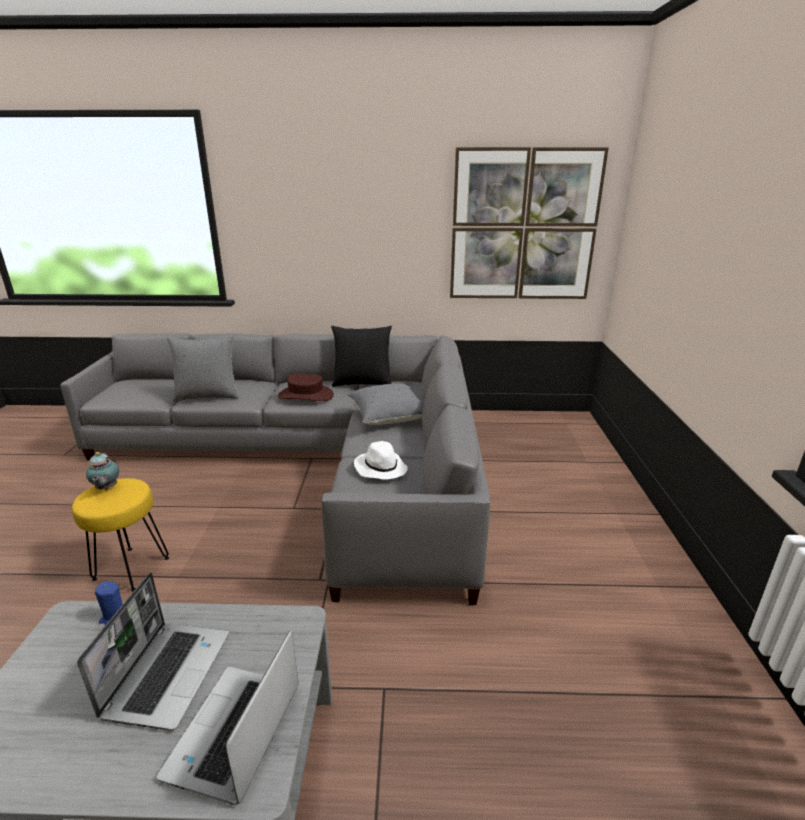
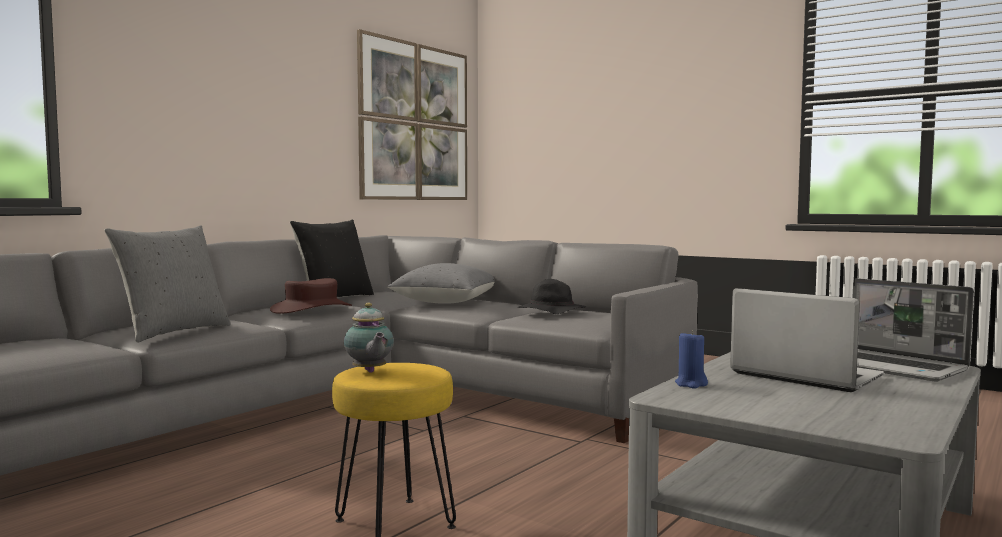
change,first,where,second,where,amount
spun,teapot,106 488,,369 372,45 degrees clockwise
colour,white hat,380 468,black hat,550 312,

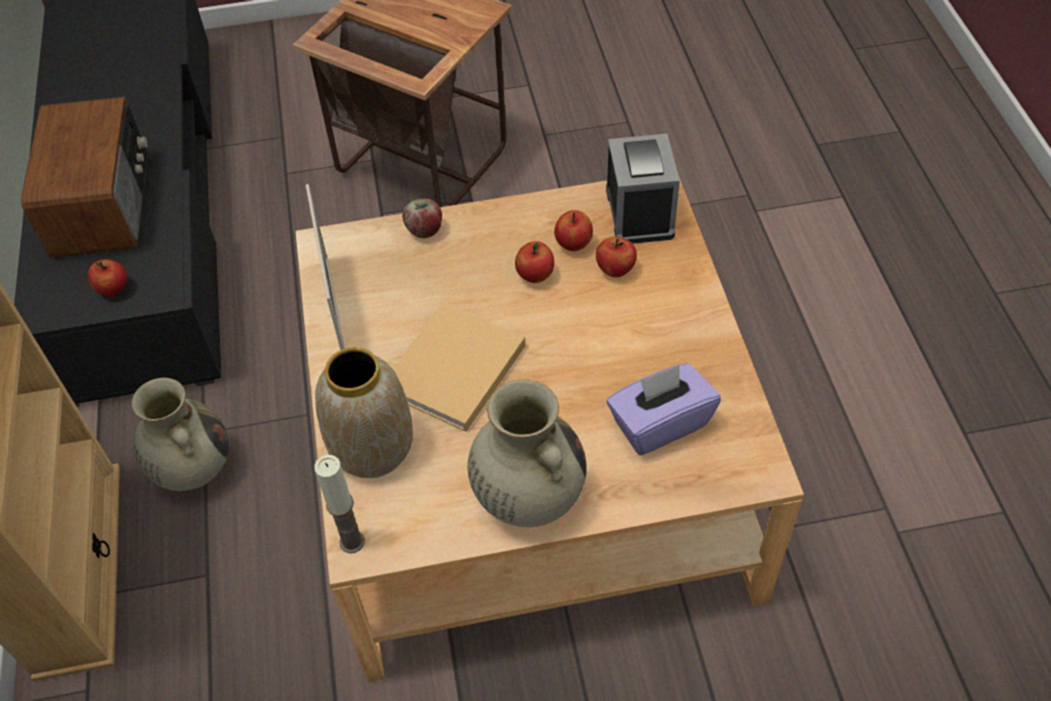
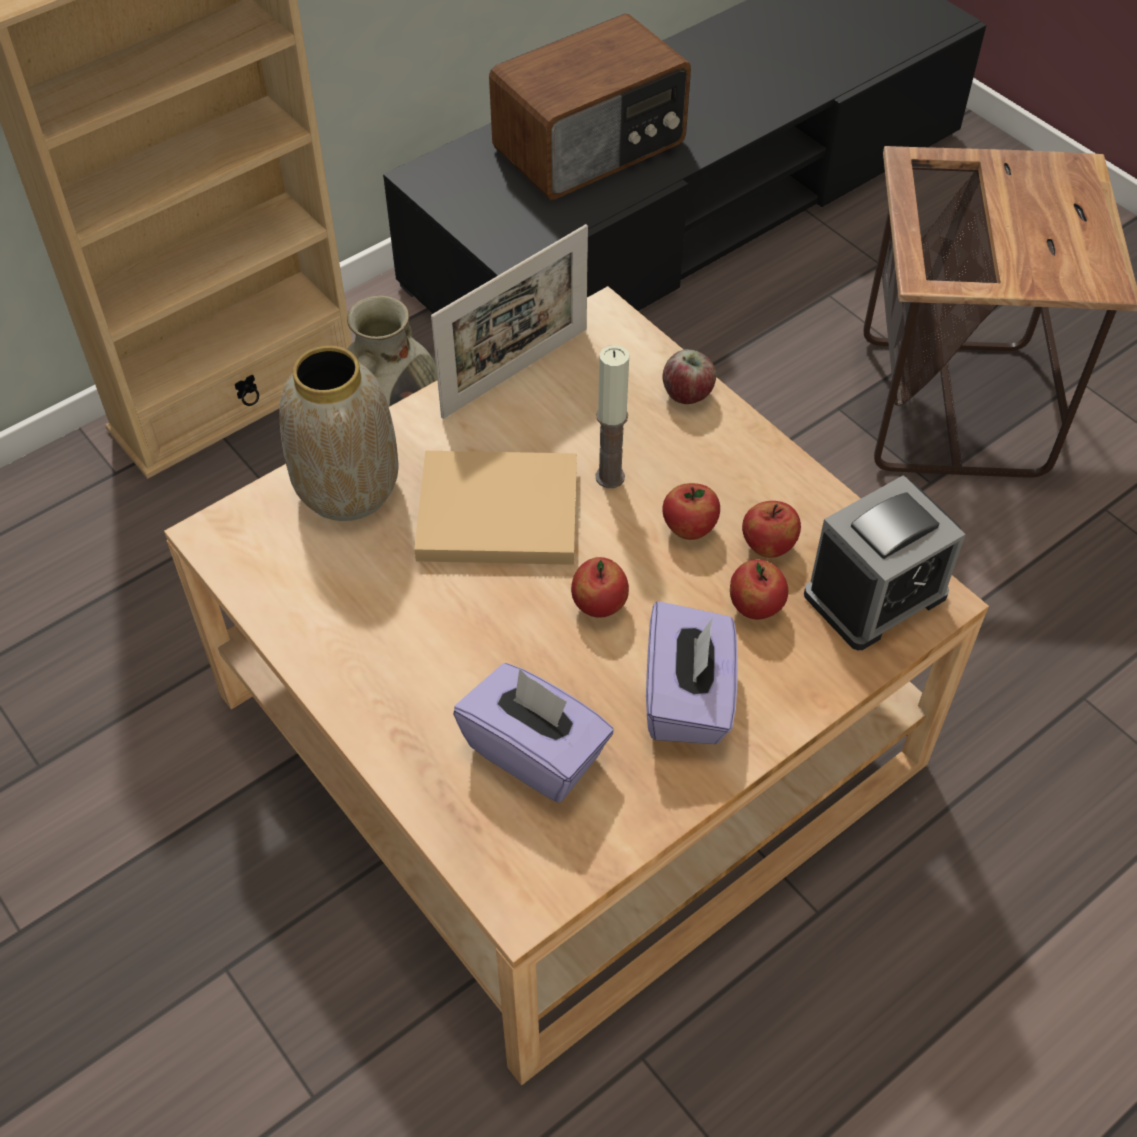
change,first,where,second,where,amount
relocated,apple,113 289,,599 605,
relocated,candle,352 542,,610 477,
appeared,,,purple tissue box,688 698,
missing,beige vase,527 496,,,

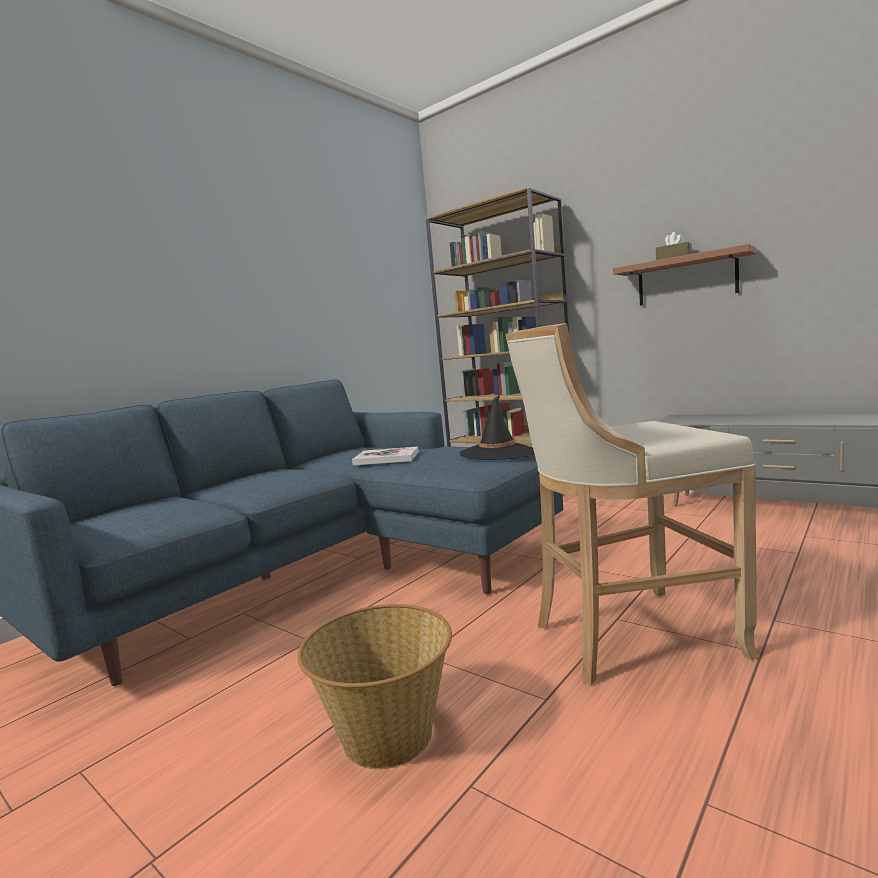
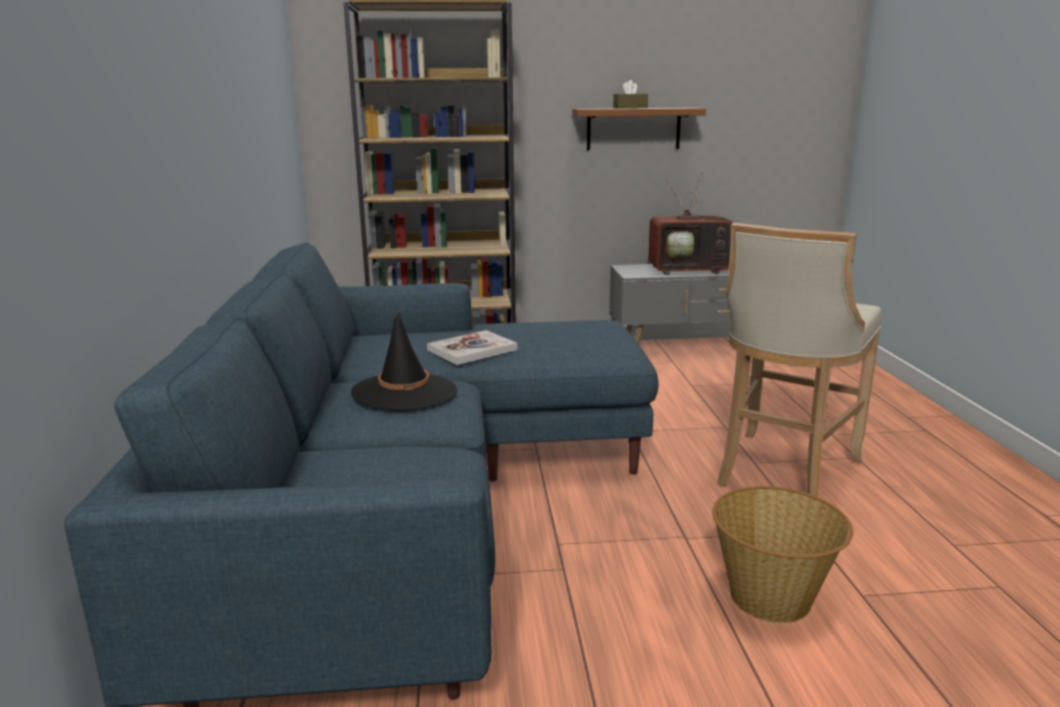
change,first,where,second,where,amount
relocated,black hat,498 453,,404 392,
appeared,,,television,690 270,

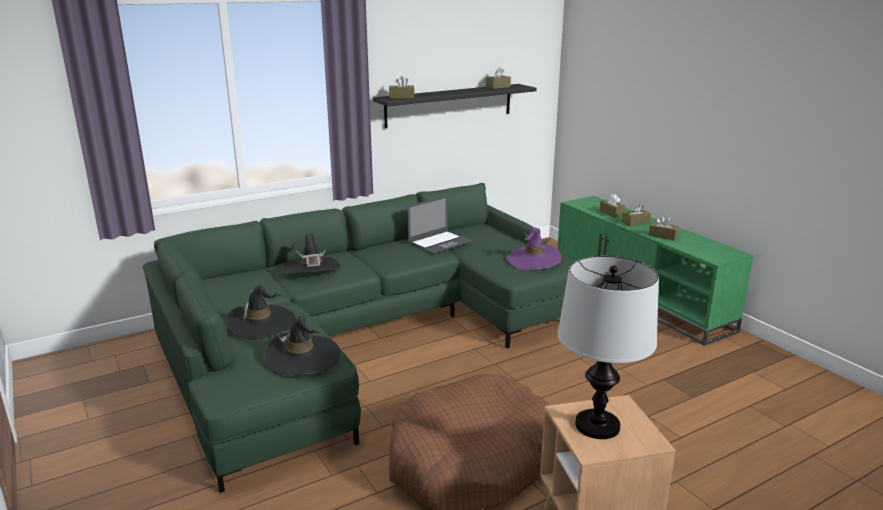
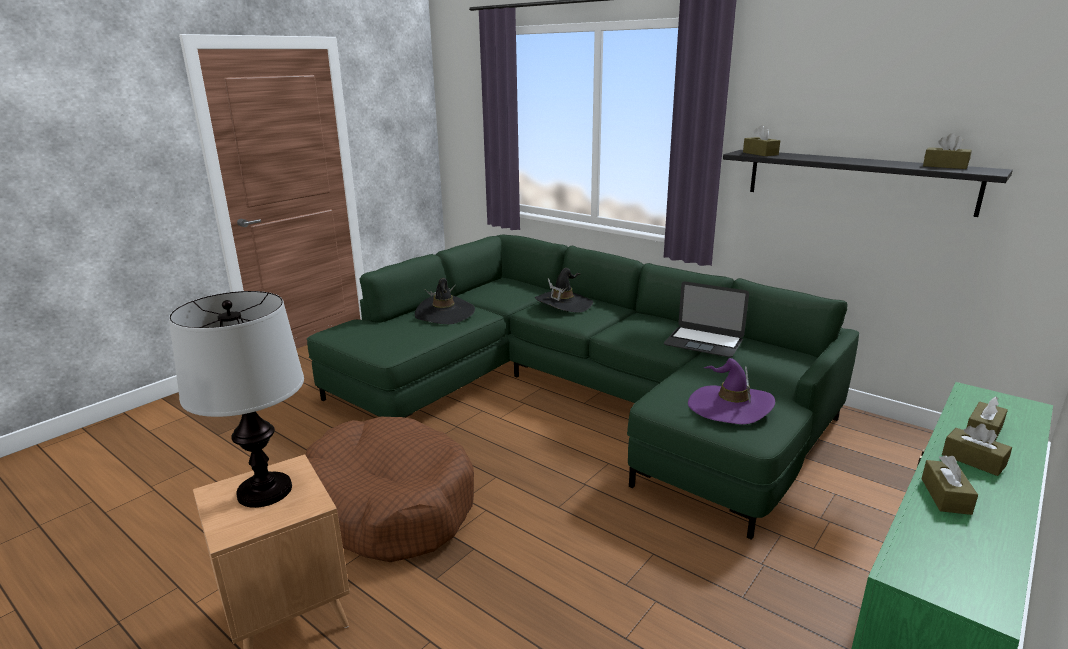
change,first,where,second,where,amount
missing,black hat,303 357,,,

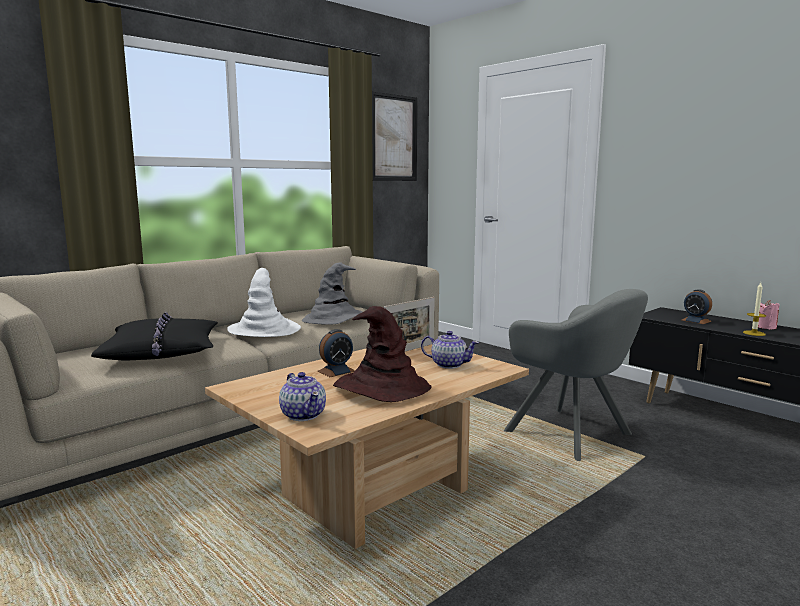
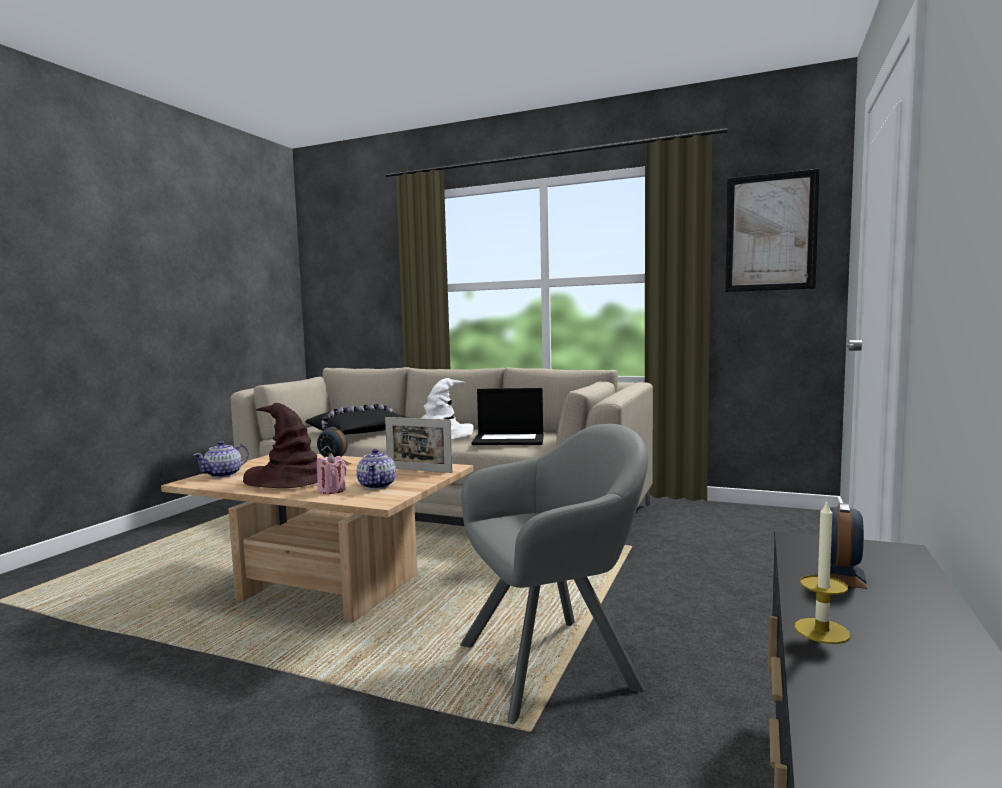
change,first,where,second,where,amount
relocated,pink candle,765 327,,332 490,
spun,grey armchair,573 435,,556 664,135 degrees counterclockwise
exchanged,grey hat,334 318,laptop,509 440,

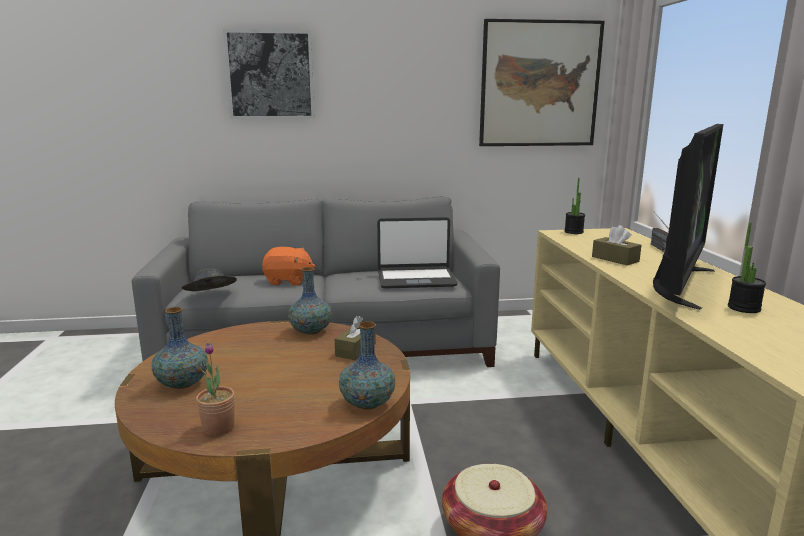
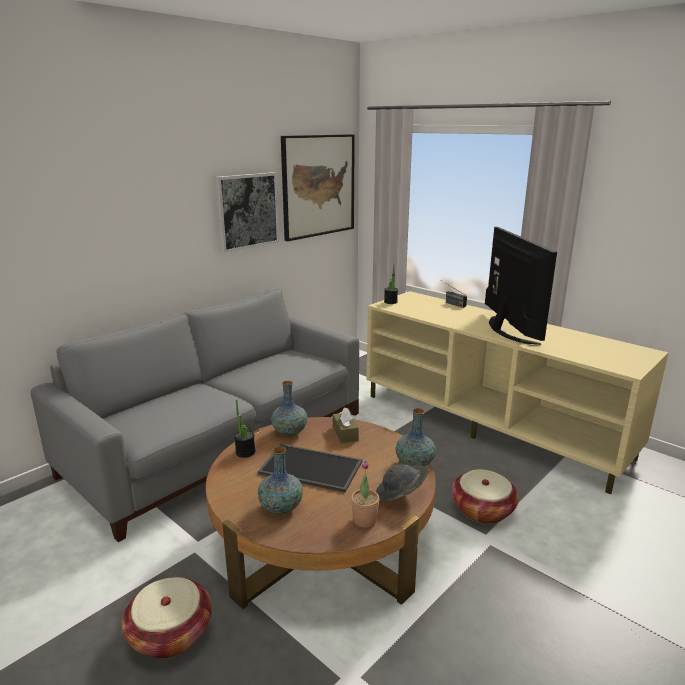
change,first,where,second,where,amount
appeared,,,basket,170 633,
relocated,picture,270 75,,247 211,
relocated,potted plant,744 308,,245 452,
appeared,,,tray,309 468,
relocated,grey hat,210 296,,400 495,
missing,orange plush toy,288 281,,,
missing,laptop,416 279,,,
missing,brown tissue box,615 259,,,

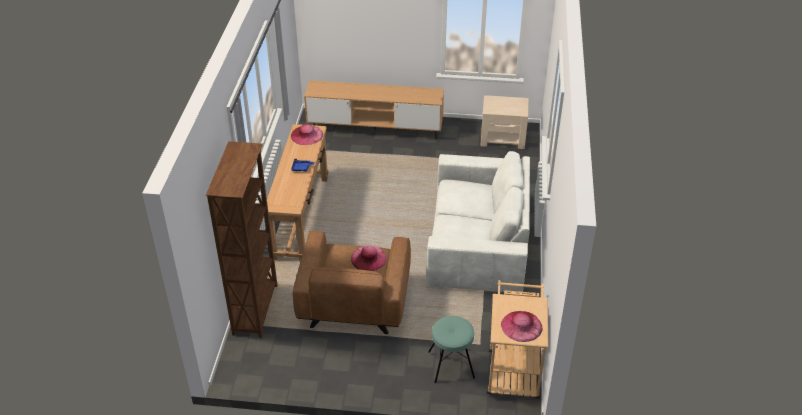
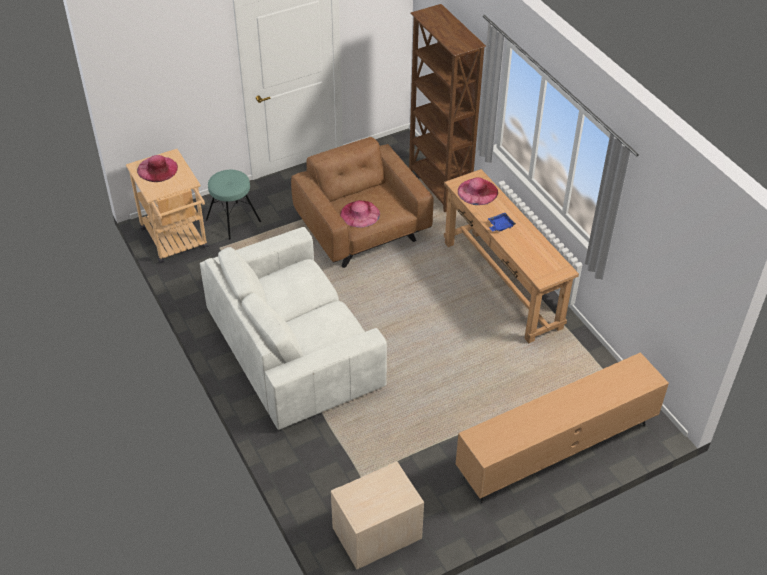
change,first,where,second,where,amount
relocated,pink hat,306 135,,477 191,

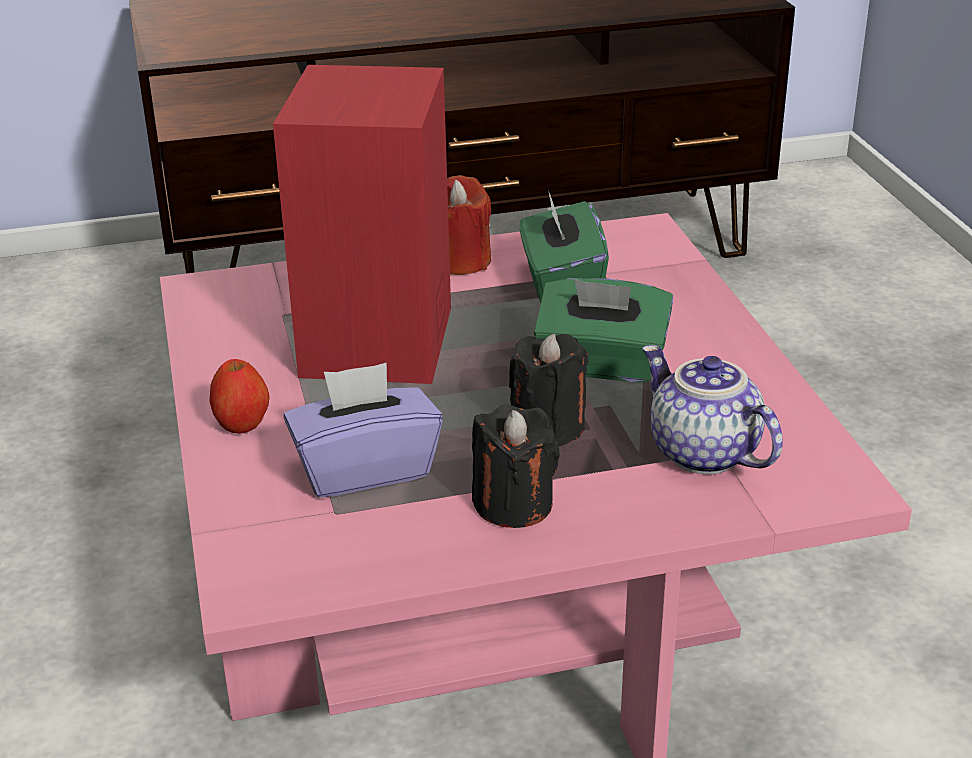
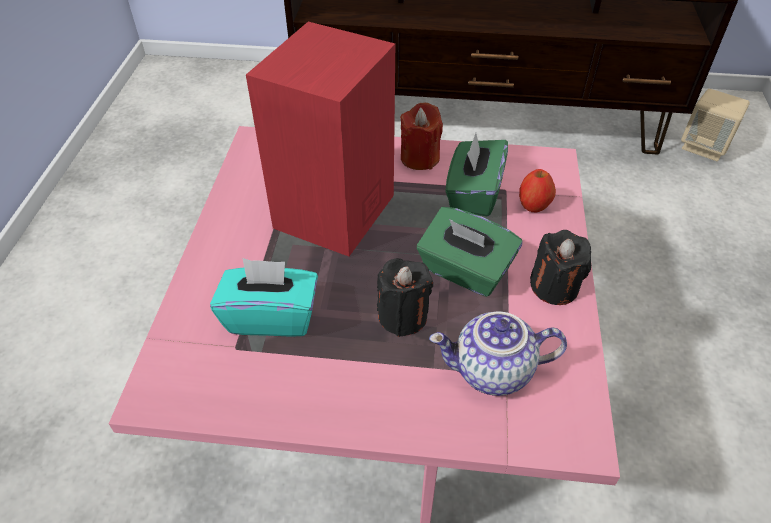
change,first,where,second,where,amount
colour,purple tissue box,365 469,turquoise tissue box,271 316,
spun,teapot,701 453,,492 372,75 degrees counterclockwise
relocated,apple,242 425,,533 206,
relocated,black candle,513 504,,554 287,
appeared,,,beige speaker,704 147,

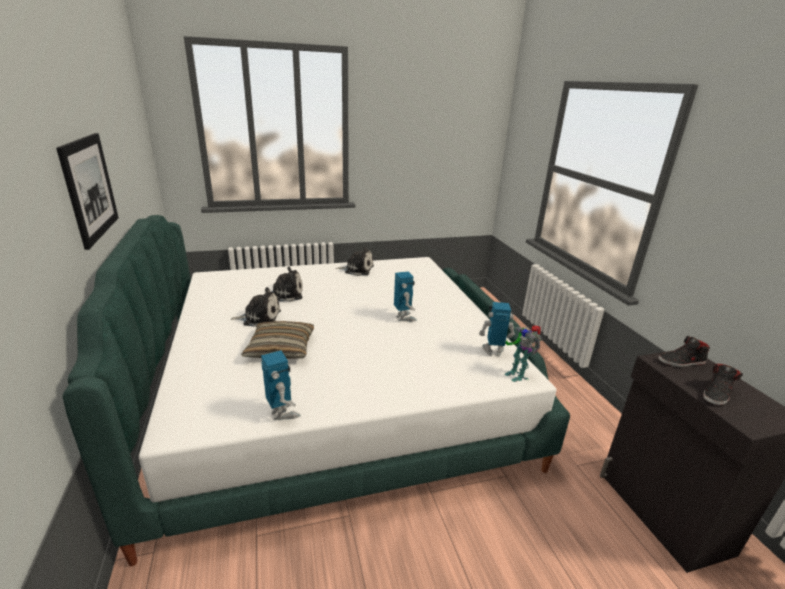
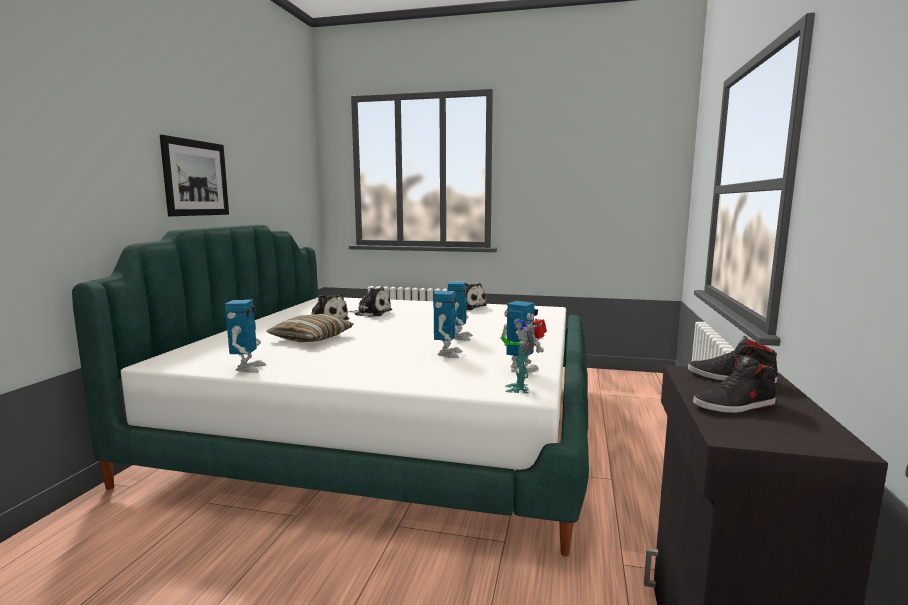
change,first,where,second,where,amount
appeared,,,toy robot,447 354,

